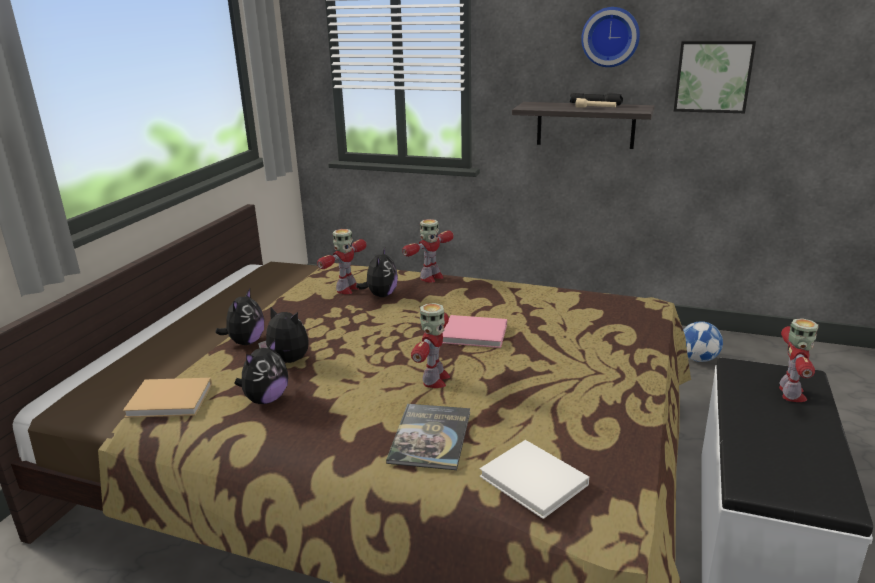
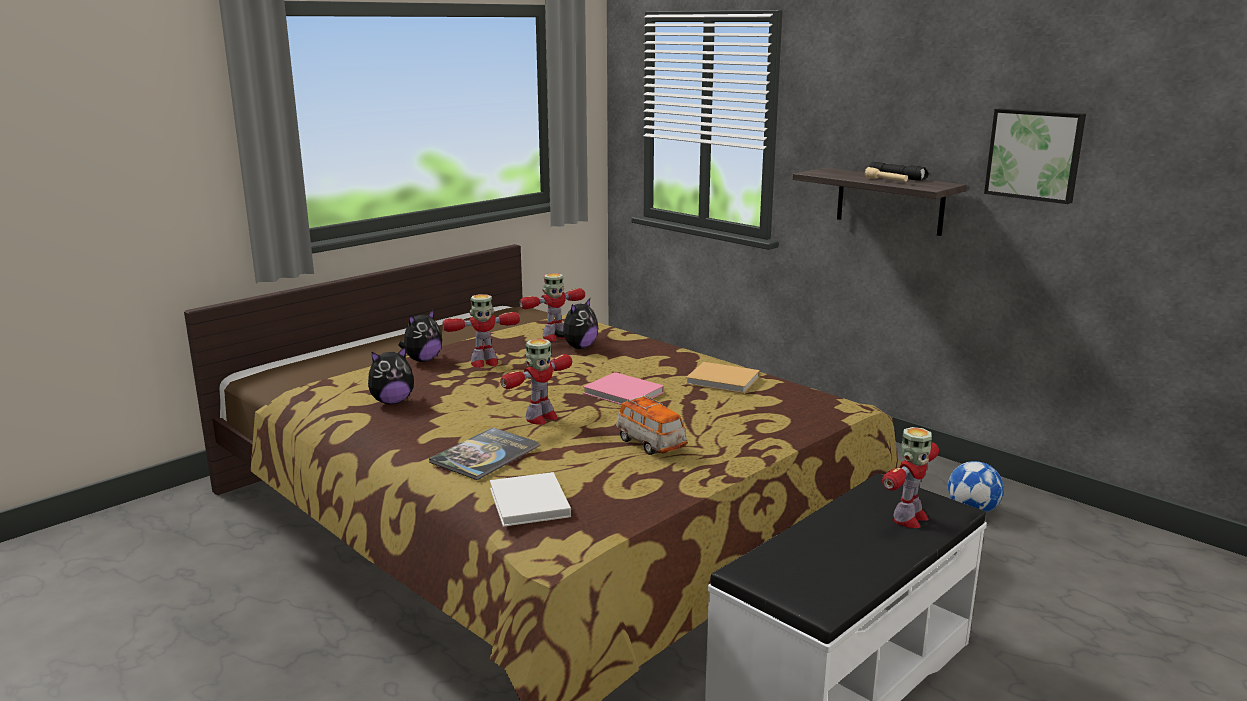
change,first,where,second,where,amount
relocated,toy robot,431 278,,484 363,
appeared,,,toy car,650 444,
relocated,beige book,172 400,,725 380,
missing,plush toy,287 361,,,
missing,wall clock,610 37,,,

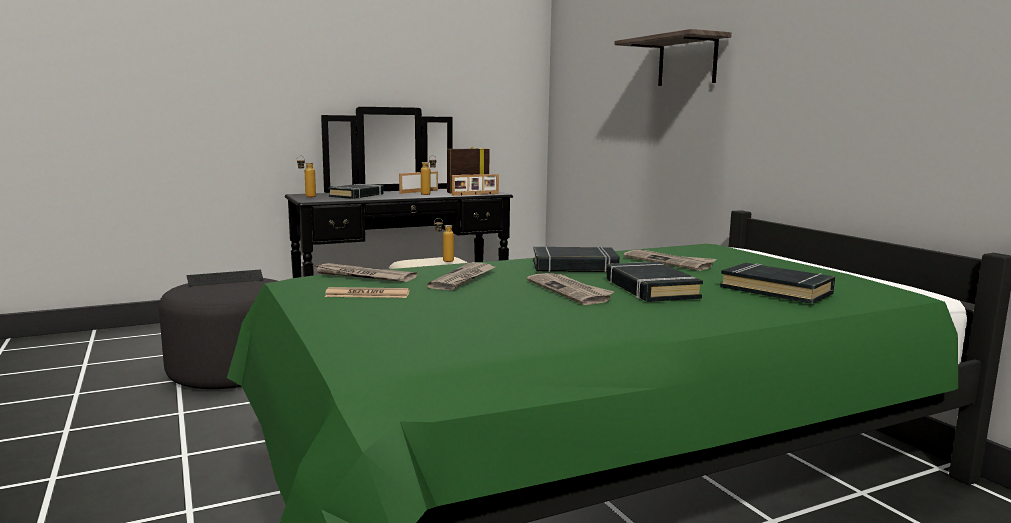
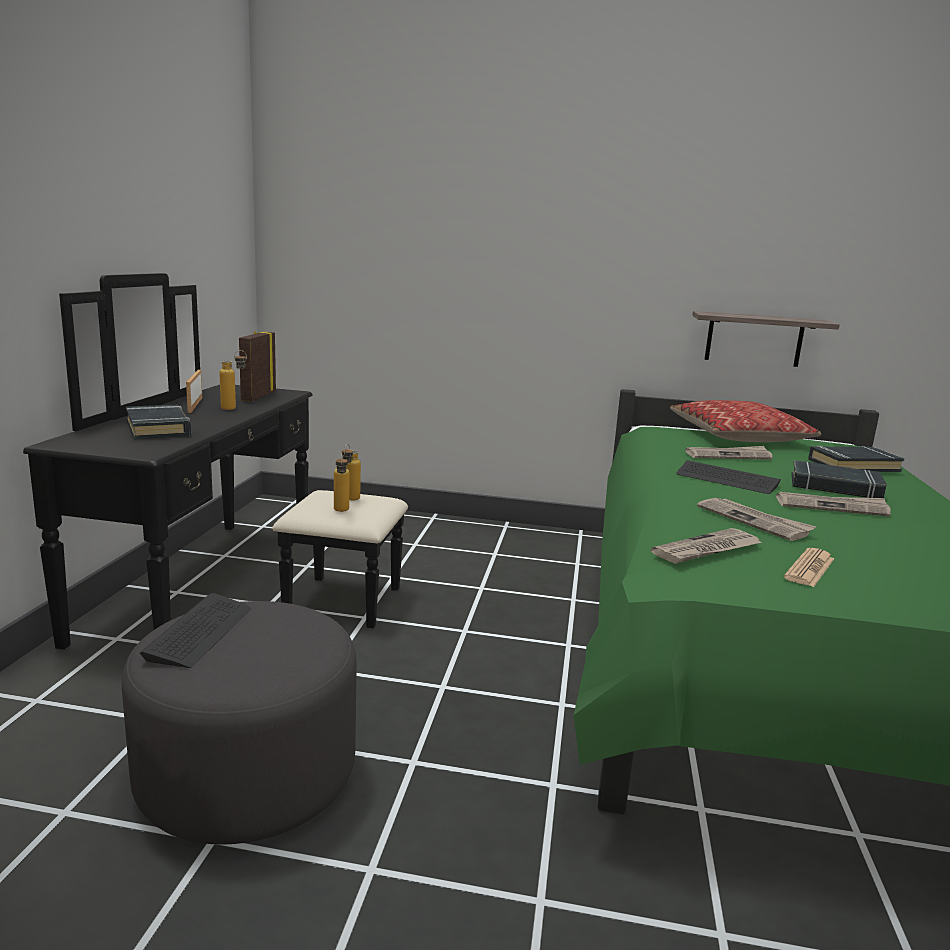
change,first,where,second,where,amount
relocated,bottle,306 197,,341 511,
appeared,,,pillow,739 436,
exchanged,black book,574 267,keyboard,726 480,
relocated,shelf,687 61,,754 339,
missing,picture frame,475 194,,,

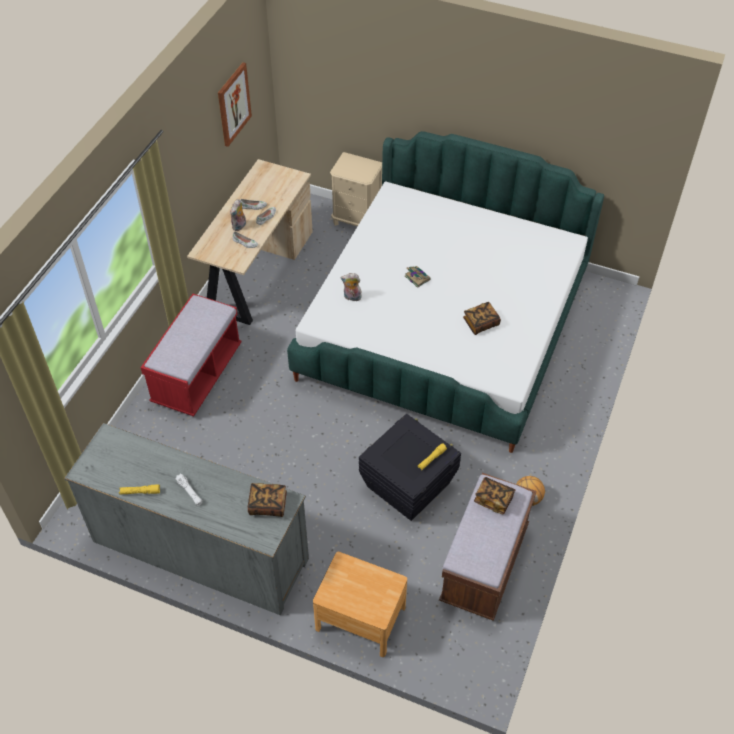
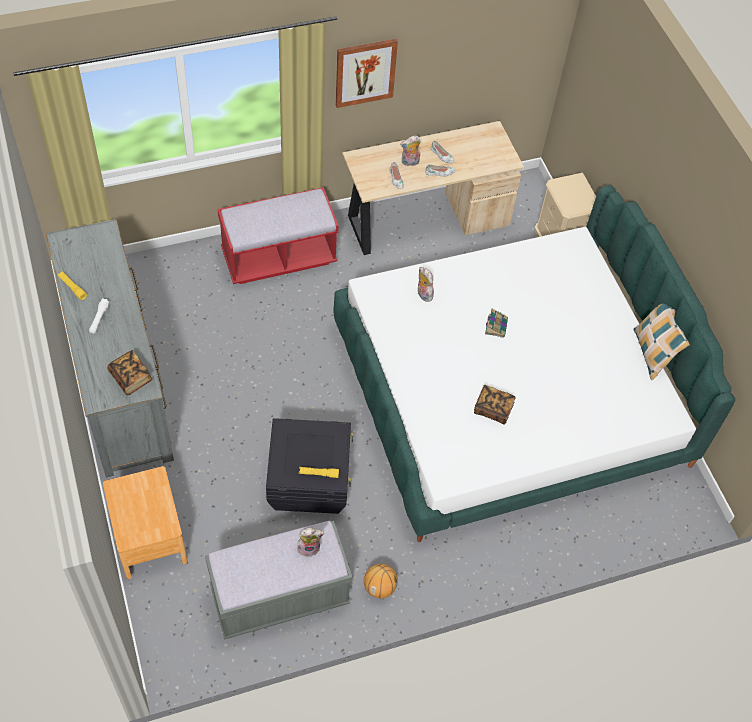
change,first,where,second,where,amount
colour,brown bench,484 564,grey bench,280 596,
exchanged,book,493 500,plush toy,309 547,
relocated,picture,233 104,,365 72,
appeared,,,pillow,652 353,

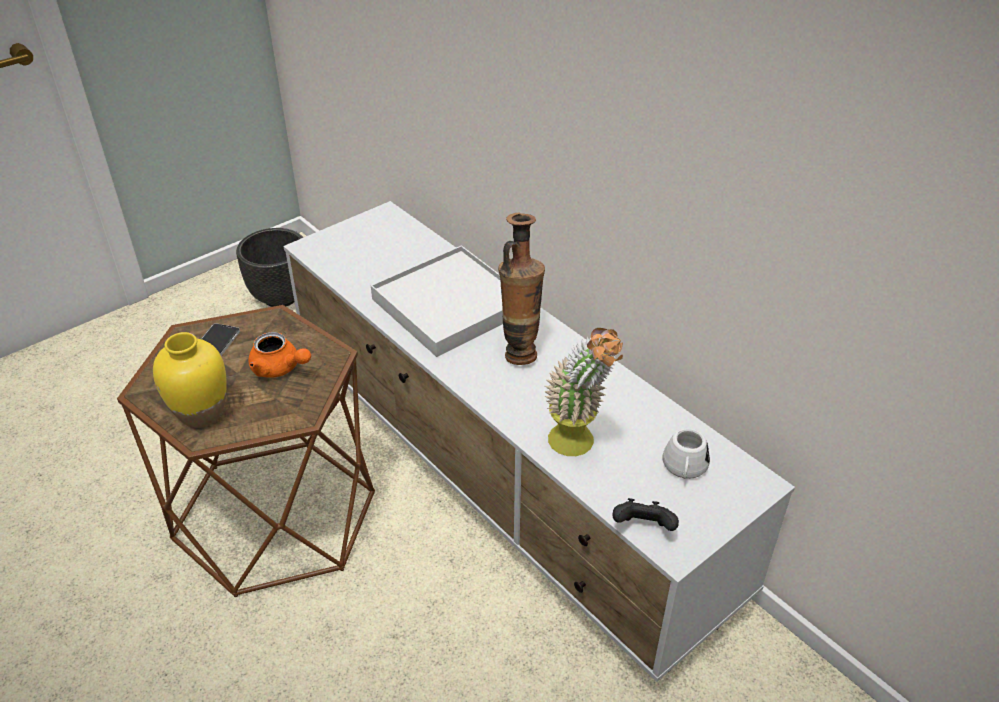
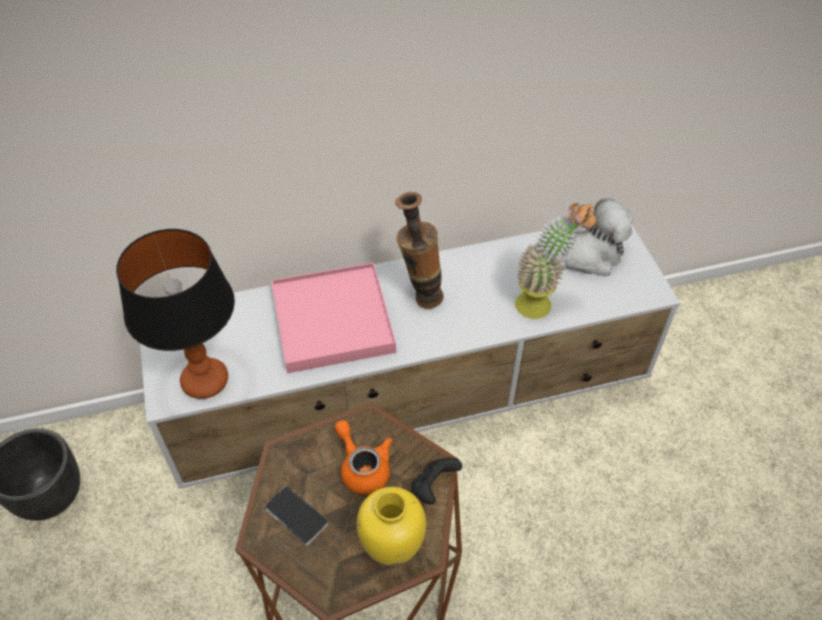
change,first,where,second,where,amount
appeared,,,table lamp,205 380,
colour,white tray,450 305,pink tray,333 320,
spun,orange teapot,280 368,,362 467,90 degrees counterclockwise
relocated,black game controller,643 528,,433 487,
exchanged,white mug,684 468,plush toy,587 257,

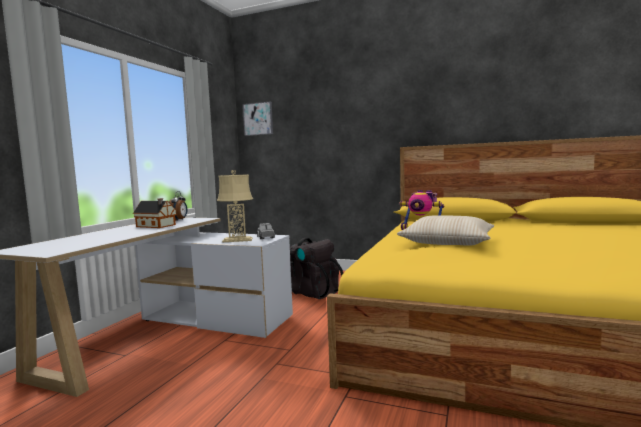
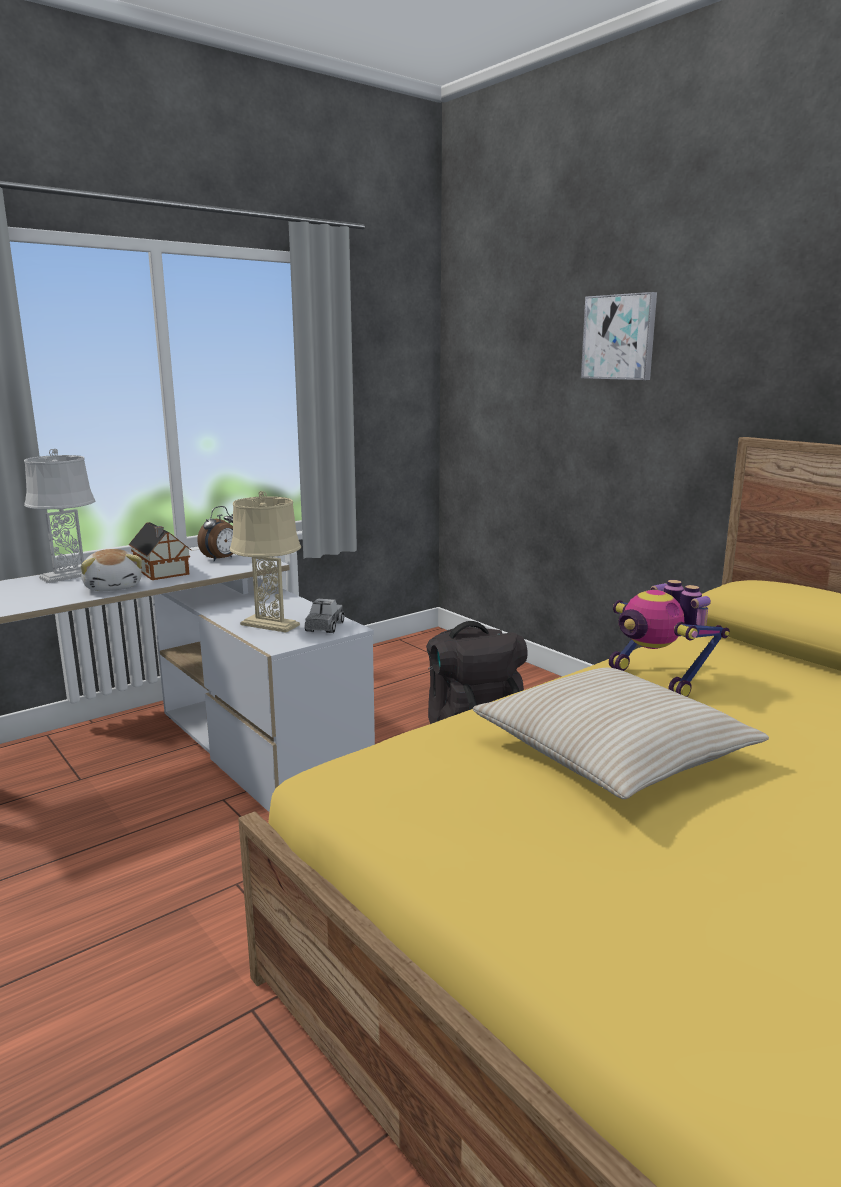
change,first,where,second,where,amount
appeared,,,grey table lamp,70 575,
appeared,,,plush toy,114 587,
relocated,picture,258 119,,619 337,

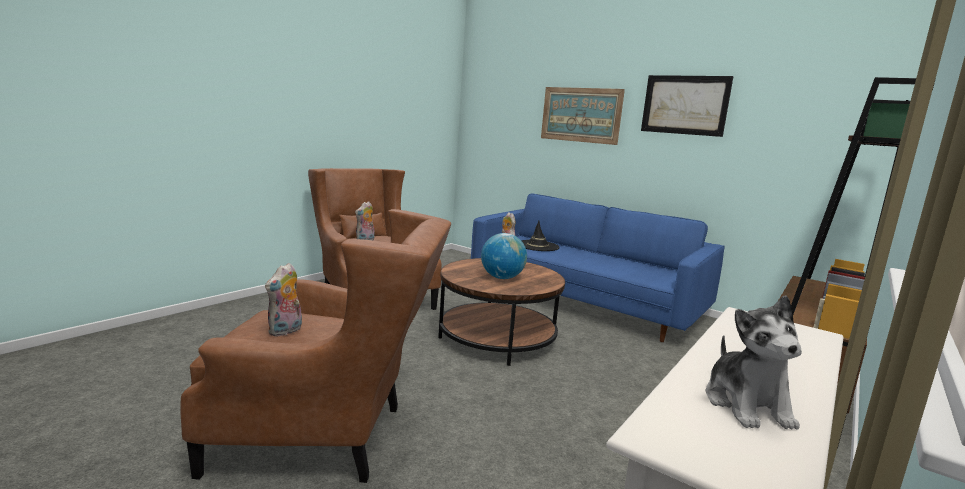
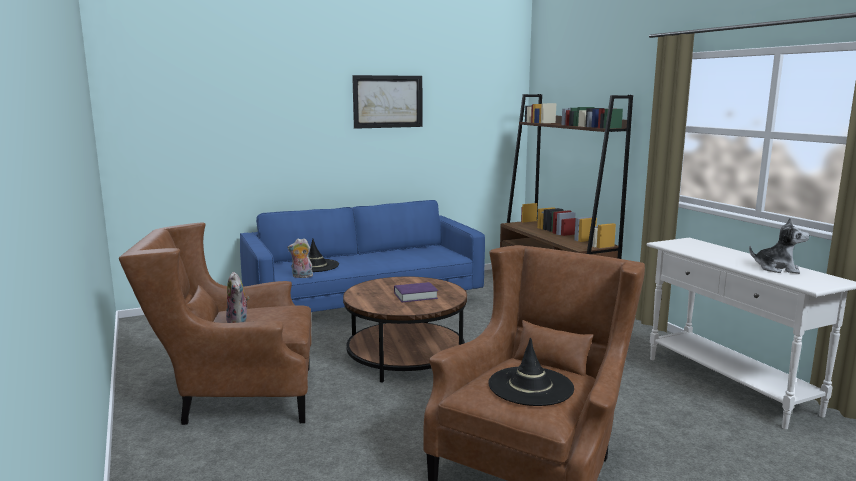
change,first,where,second,where,amount
exchanged,globe,502 278,purple book,415 296,
exchanged,plush toy,285 331,black hat,530 386,
missing,picture,580 115,,,

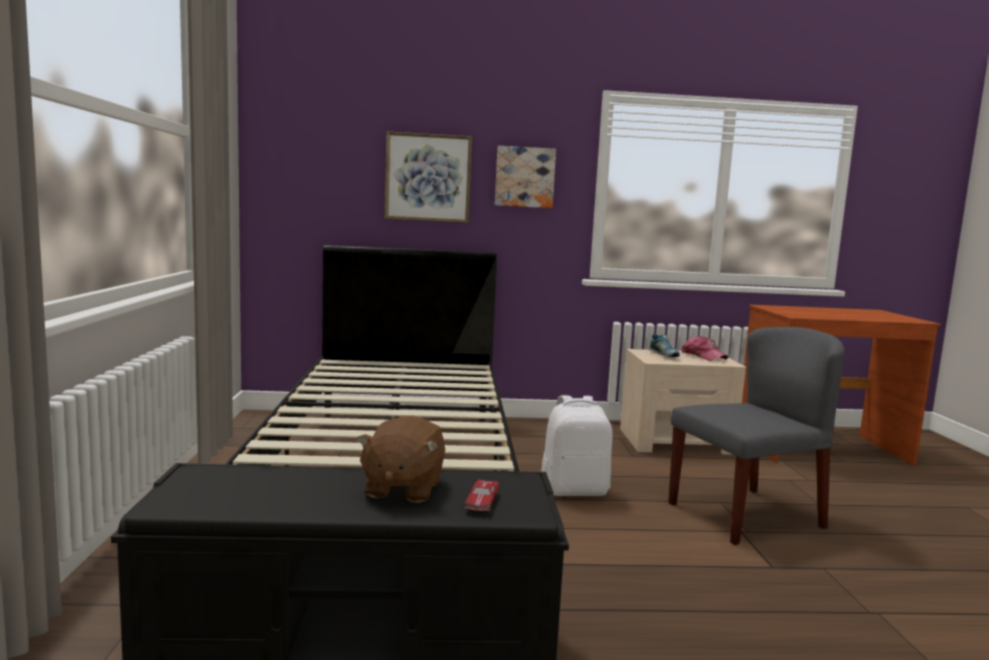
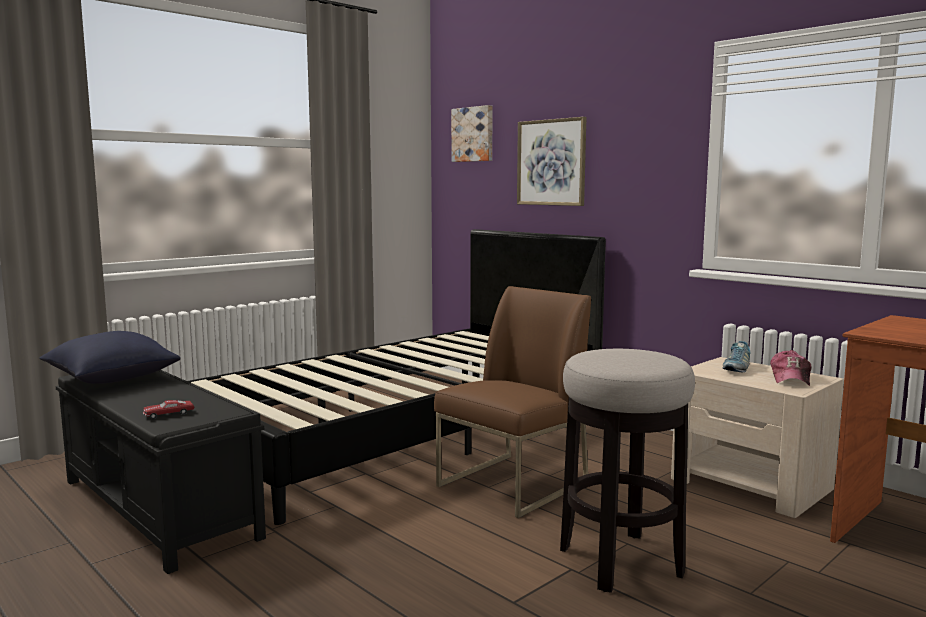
change,first,where,second,where,amount
appeared,,,blue pillow,111 379,
exchanged,white backpack,574 490,brown chair,513 484,
relocated,picture,524 177,,473 134,
exchanged,grey chair,746 515,stool,621 562,
missing,brown plush toy,402 489,,,

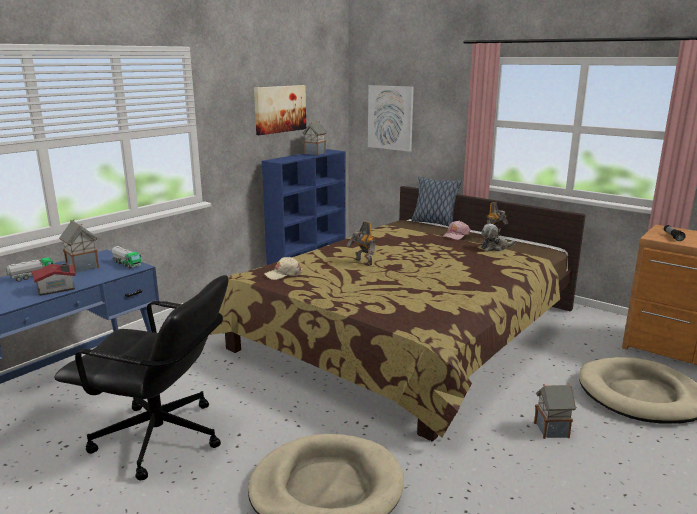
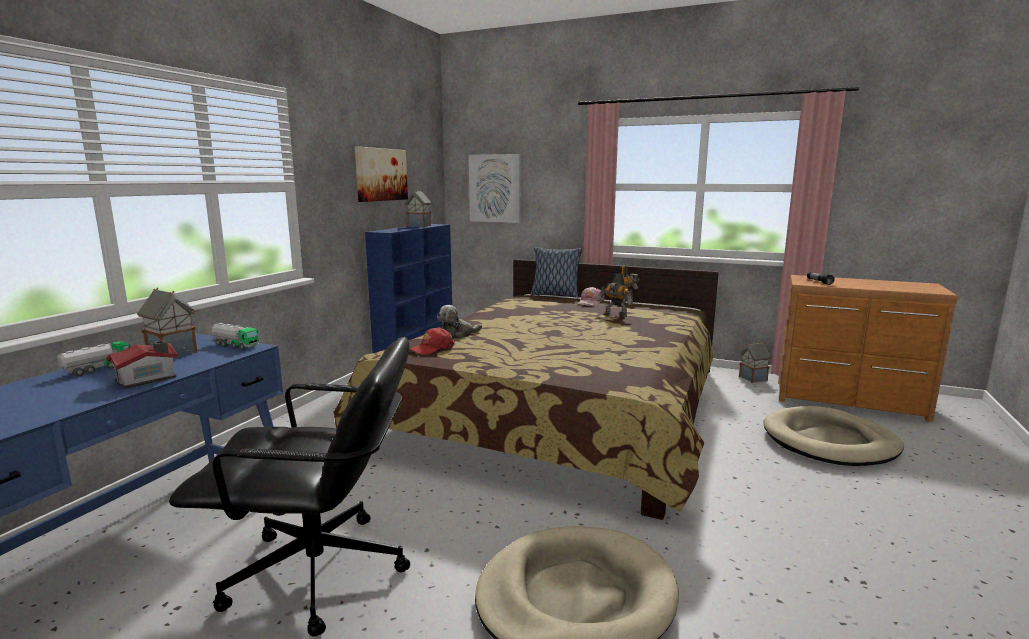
change,first,where,second,where,amount
colour,beige cap,283 274,red cap,432 348,
relocated,plush toy,495 248,,457 335,
relocated,toy robot,363 262,,615 315,
relocated,toy house,552 430,,753 378,

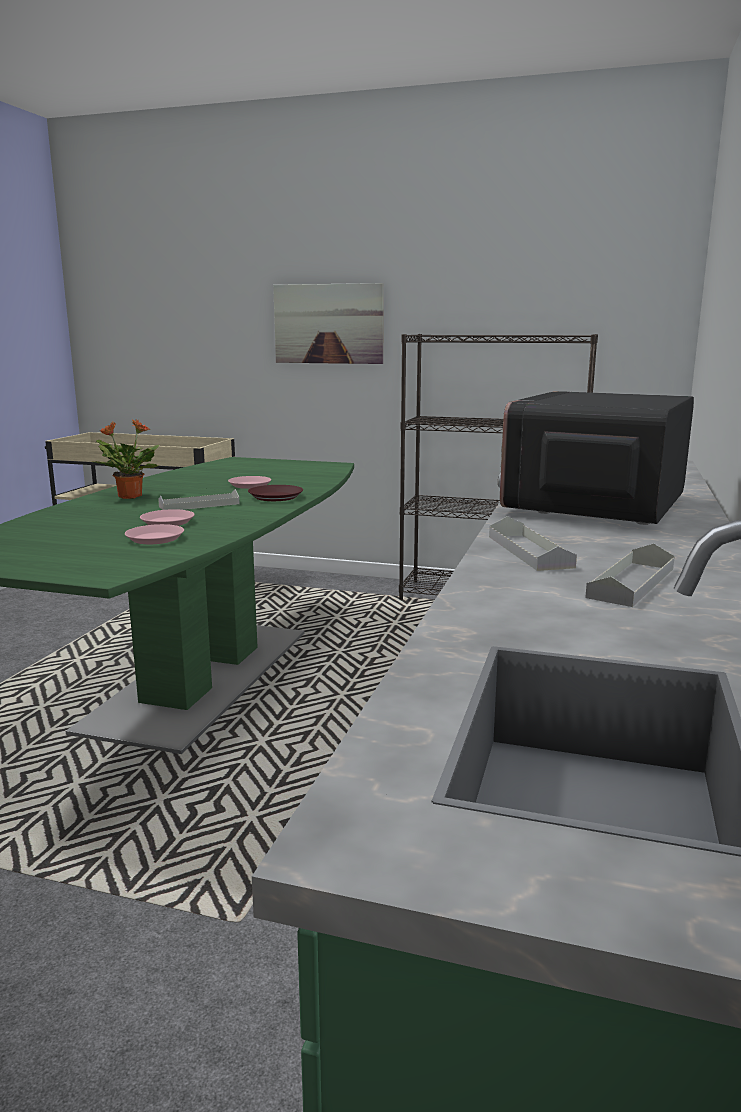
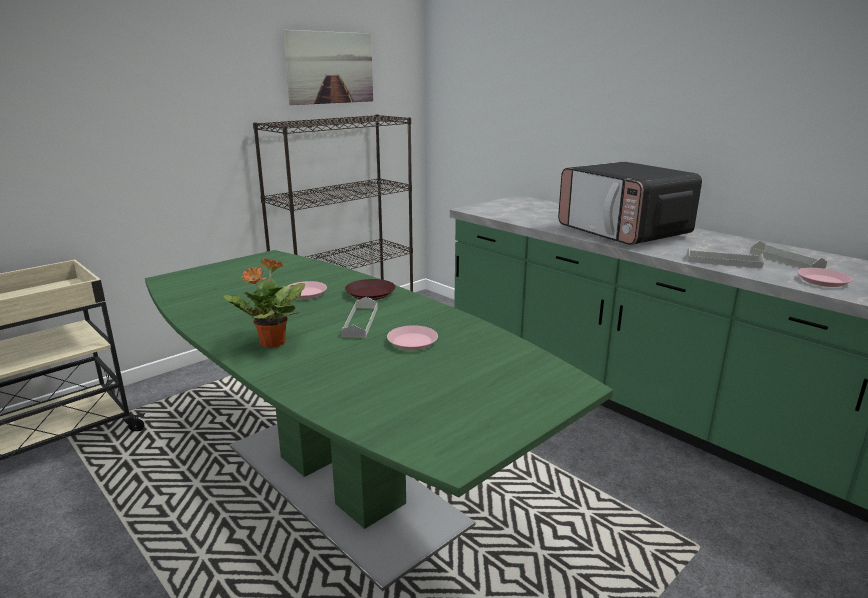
change,first,where,second,where,amount
relocated,picture,328 324,,330 68,
relocated,pink plate,155 538,,822 281,

